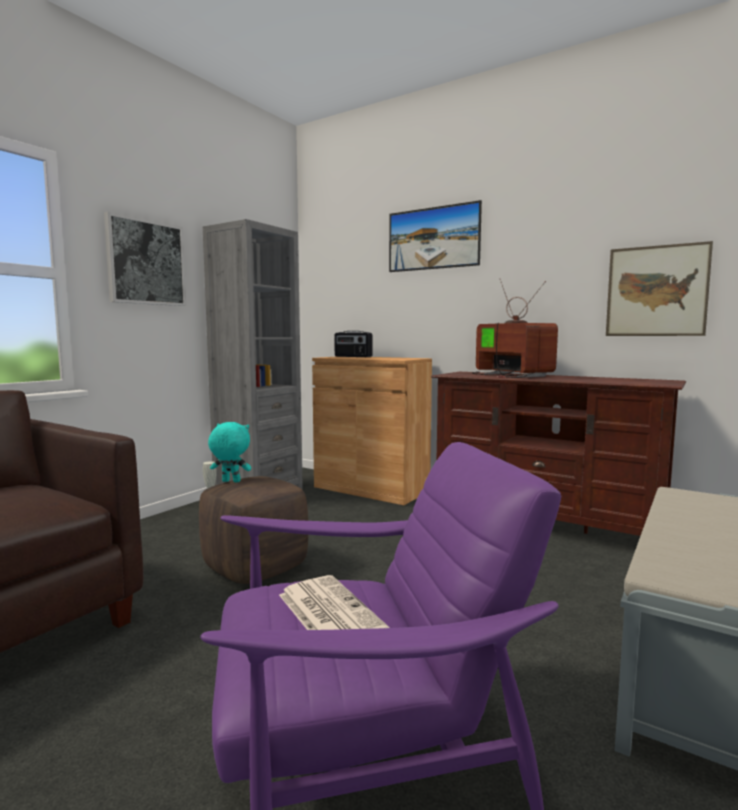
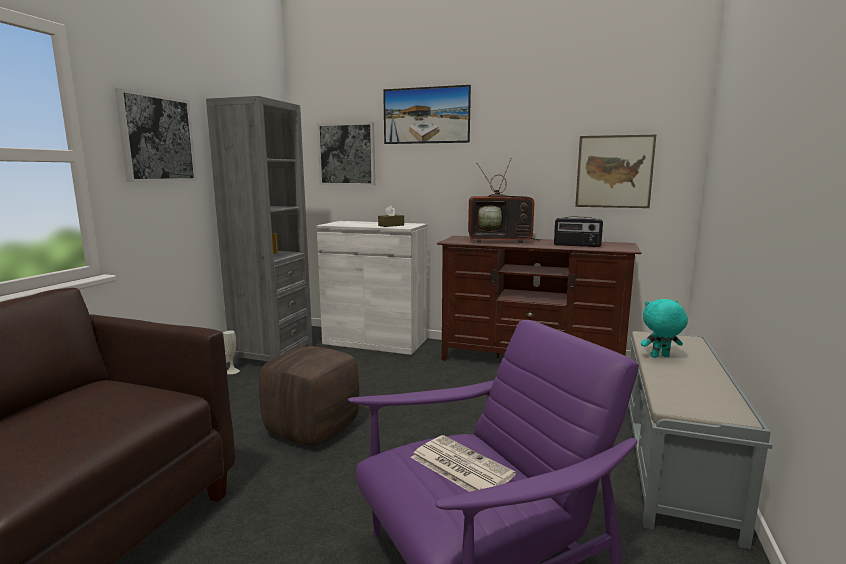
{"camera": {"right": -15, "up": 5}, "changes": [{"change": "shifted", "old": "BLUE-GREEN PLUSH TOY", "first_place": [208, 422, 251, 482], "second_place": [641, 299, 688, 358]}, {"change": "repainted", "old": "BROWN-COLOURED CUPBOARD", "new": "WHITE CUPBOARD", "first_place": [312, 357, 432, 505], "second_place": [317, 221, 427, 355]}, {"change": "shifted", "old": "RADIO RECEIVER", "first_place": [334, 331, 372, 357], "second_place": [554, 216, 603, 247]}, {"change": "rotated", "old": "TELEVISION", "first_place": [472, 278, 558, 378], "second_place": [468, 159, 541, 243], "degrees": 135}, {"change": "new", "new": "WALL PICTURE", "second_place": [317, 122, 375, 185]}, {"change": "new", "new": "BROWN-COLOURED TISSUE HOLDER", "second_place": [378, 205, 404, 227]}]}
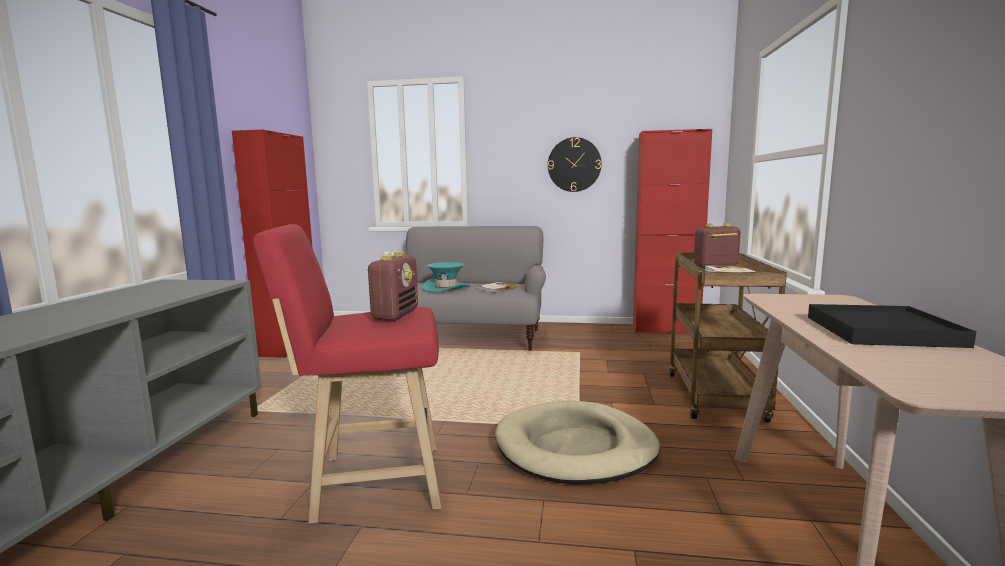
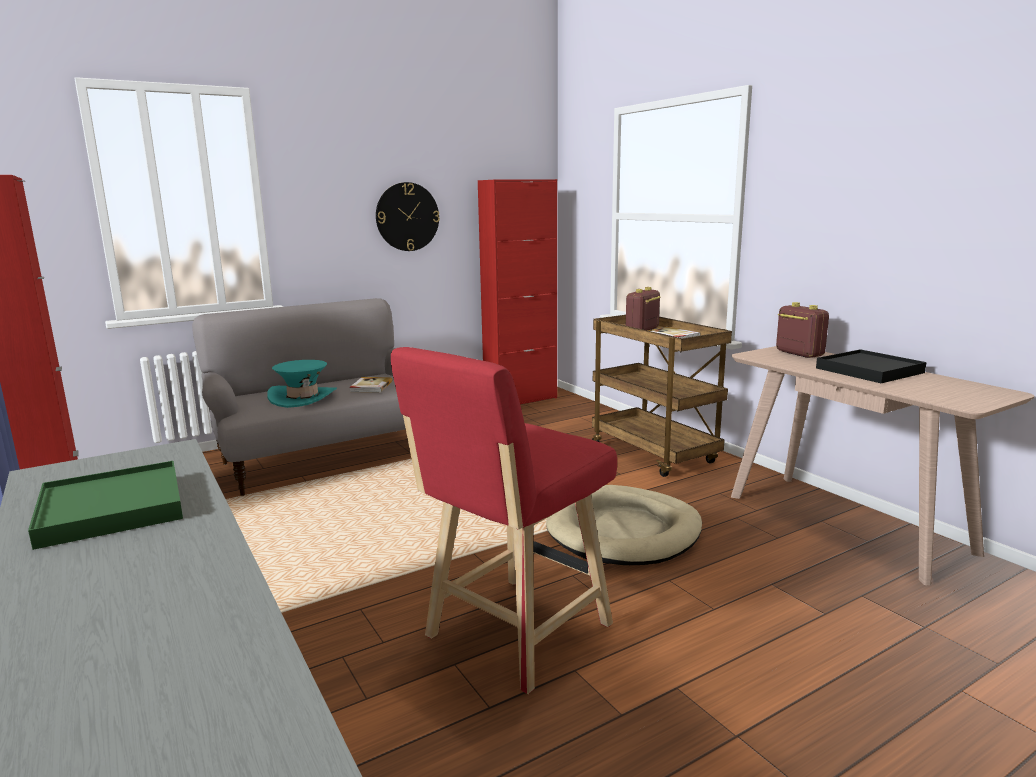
{"camera": {"right": -40, "up": 5}, "changes": [{"change": "shifted", "old": "RADIO RECEIVER", "first_place": [367, 251, 418, 321], "second_place": [776, 302, 829, 358]}, {"change": "new", "new": "GREEN-COLOURED TRAY", "second_place": [28, 461, 183, 550]}]}
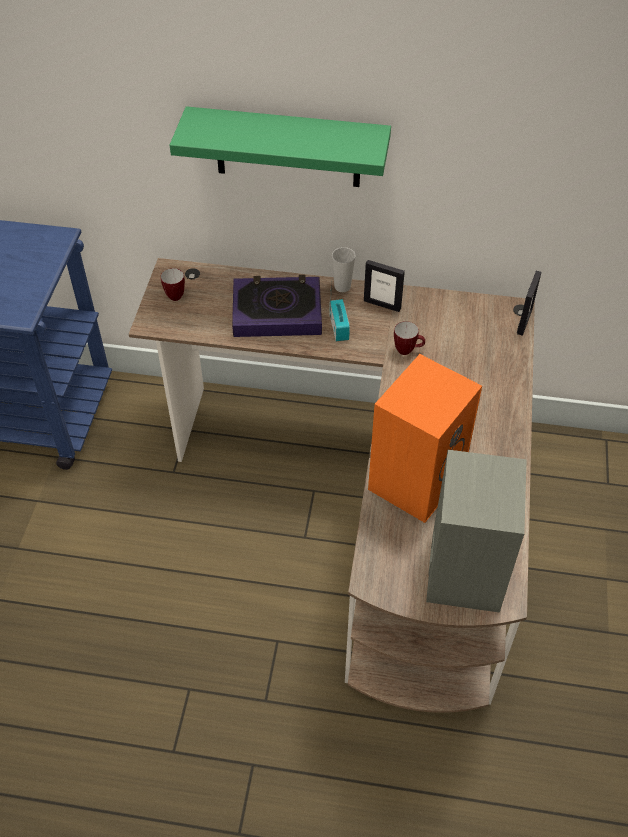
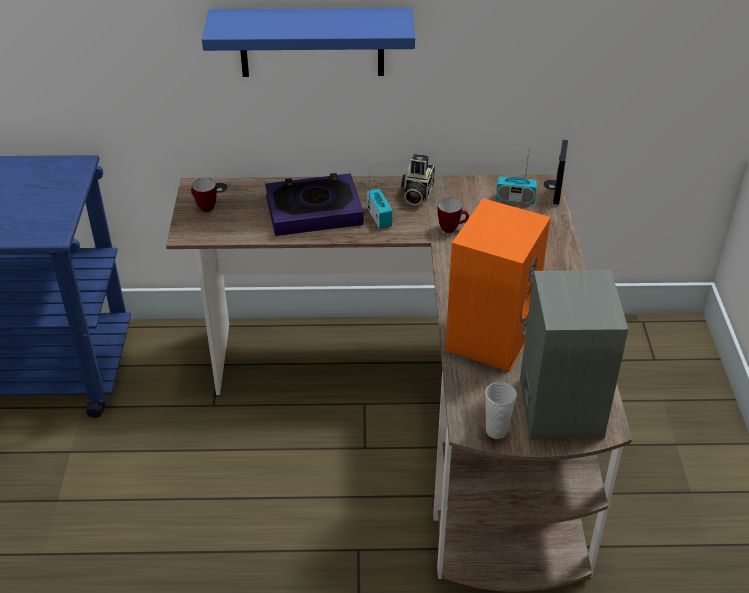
{"camera": {"right": -10, "up": -10}, "changes": [{"change": "repainted", "old": "GREEN-COLOURED WALL SHELF", "new": "BLUISH WALL SHELF", "first_place": [170, 106, 391, 187], "second_place": [202, 8, 415, 77]}, {"change": "shifted", "old": "CUP", "first_place": [332, 247, 356, 292], "second_place": [485, 382, 517, 439]}, {"change": "swapped", "old": "STANDING FRAME", "new": "PHOTO CAMERA", "first_place": [364, 260, 405, 312], "second_place": [401, 154, 435, 205]}, {"change": "new", "new": "RADIO RECEIVER", "second_place": [496, 152, 537, 204]}]}
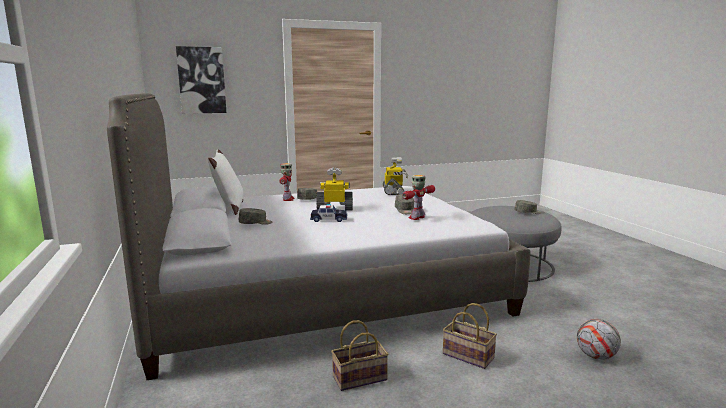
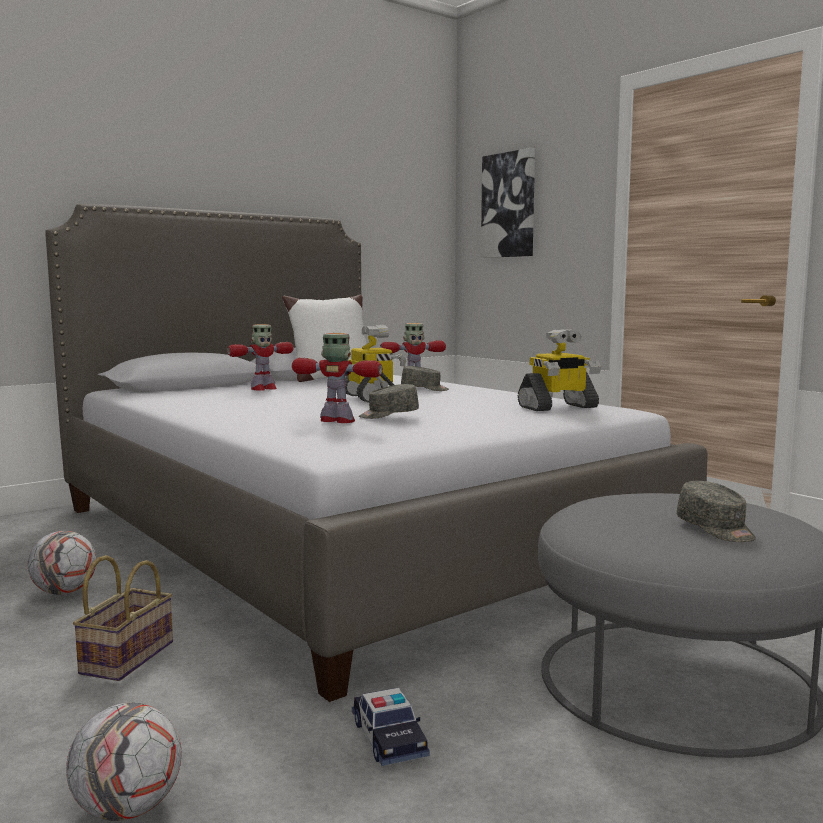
{"camera": {"right": 70, "up": -5}, "changes": [{"change": "swapped", "old": "GREYISH CAP", "new": "TOY ROBOT", "first_place": [239, 208, 273, 225], "second_place": [227, 324, 293, 391]}, {"change": "shifted", "old": "MINIATURE CAR", "first_place": [310, 204, 347, 222], "second_place": [352, 688, 430, 766]}, {"change": "swapped", "old": "HOUSEHOLD BASKET", "new": "FOOTBALL", "first_place": [331, 320, 389, 391], "second_place": [28, 531, 96, 595]}]}
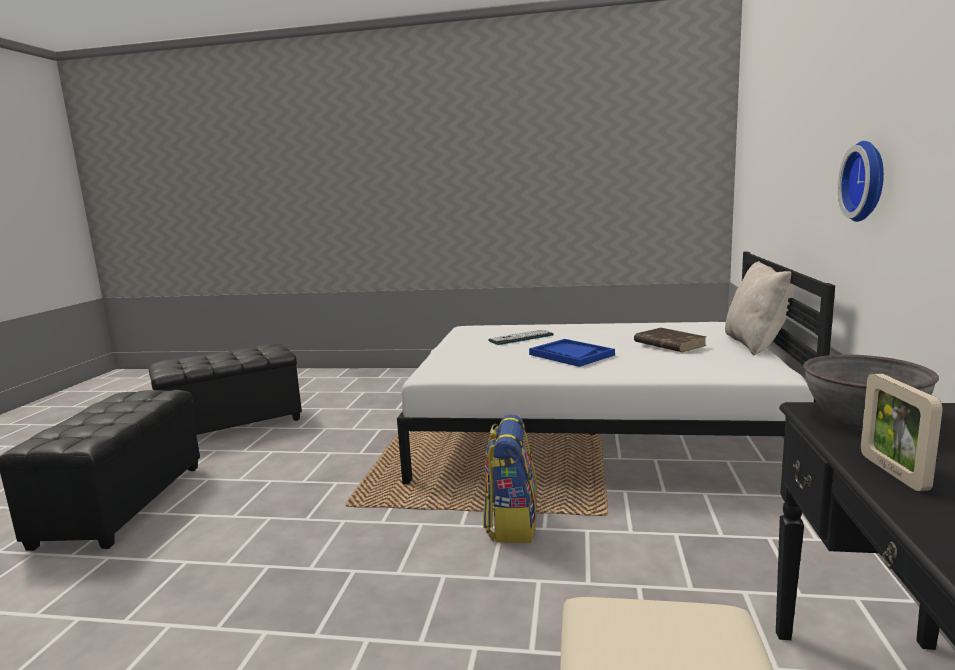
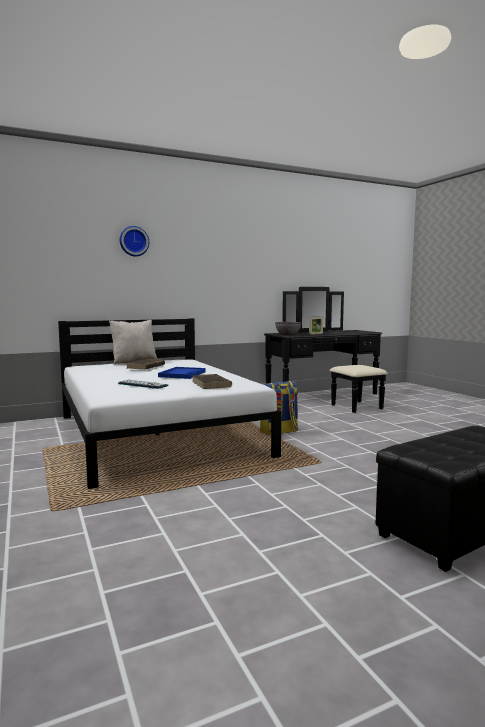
{"camera": {"right": -125, "up": -5}, "changes": [{"change": "gone", "old": "BLACK-COLOURED POUFFE", "first_place": [149, 343, 302, 435]}, {"change": "shifted", "old": "CLOCK ON THE WALL", "first_place": [838, 141, 884, 222], "second_place": [120, 226, 149, 256]}, {"change": "new", "new": "BROWN-COLOURED BOOK", "second_place": [192, 374, 232, 389]}]}
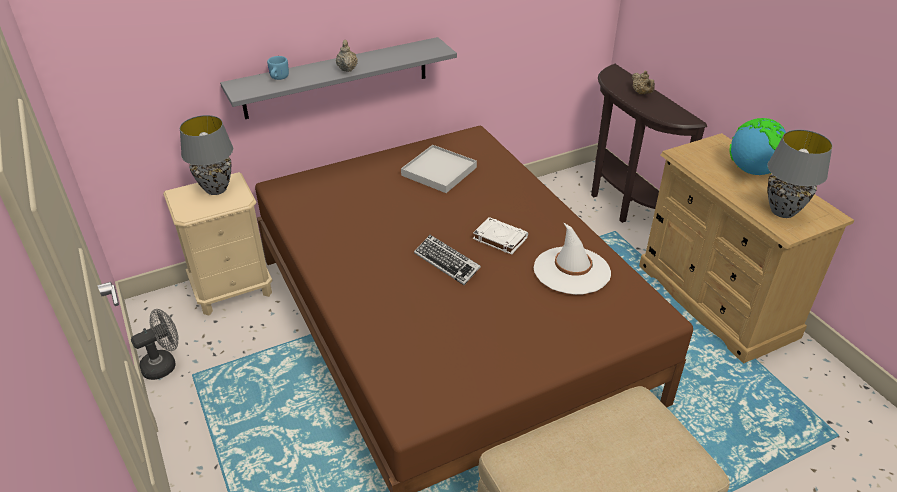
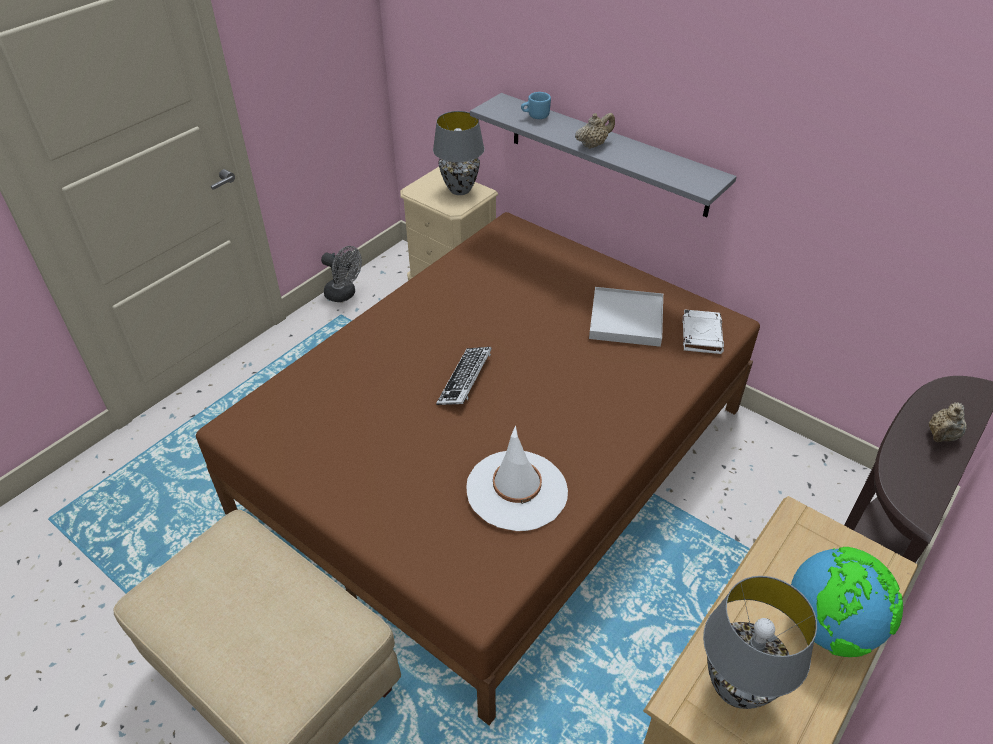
{"camera": {"right": 65, "up": 5}, "changes": [{"change": "shifted", "old": "WHITE BOOK", "first_place": [473, 217, 528, 255], "second_place": [682, 309, 724, 354]}]}
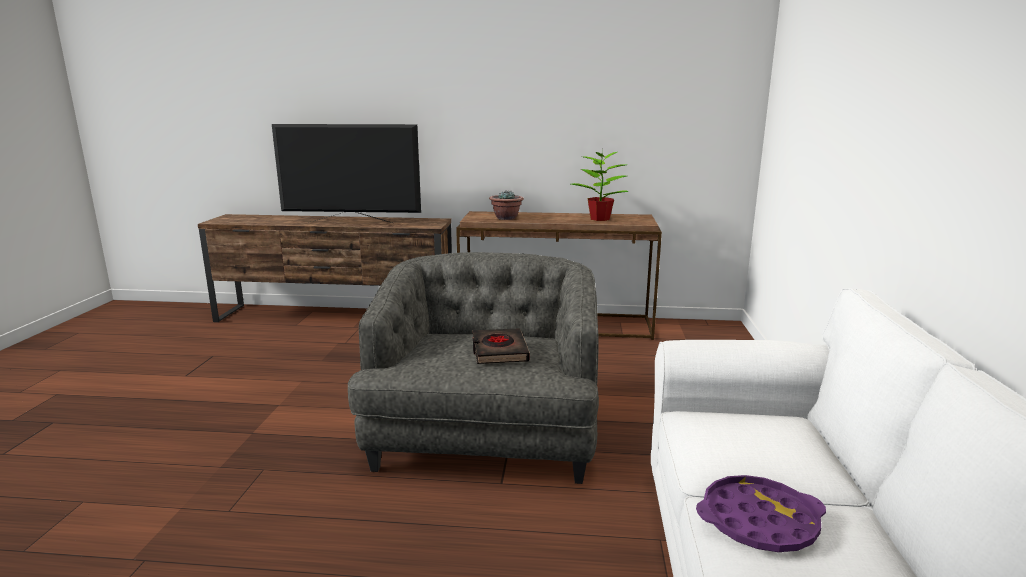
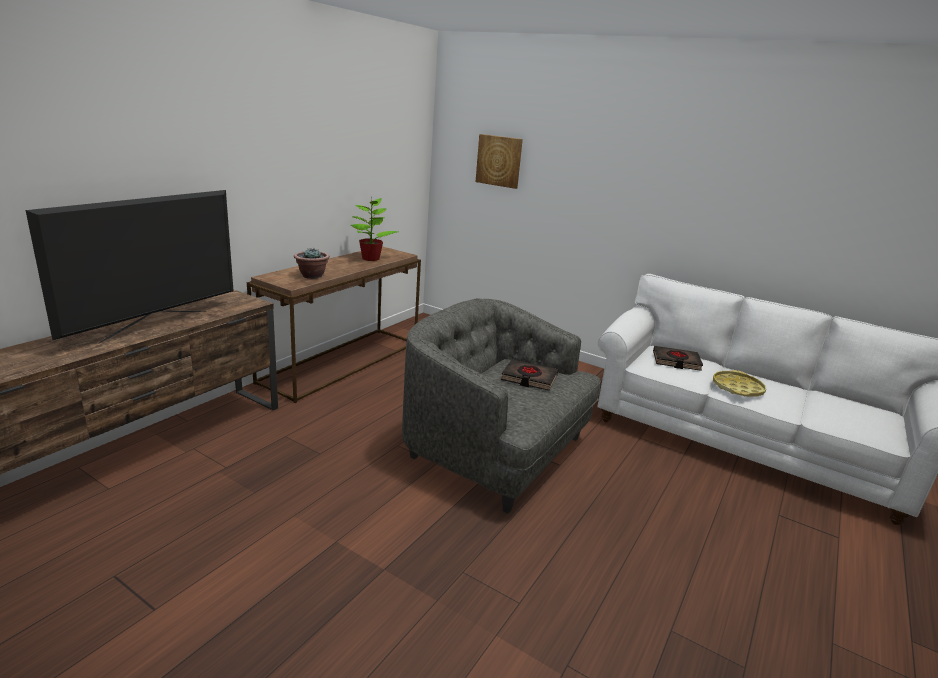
{"camera": {"right": -65, "up": 5}, "changes": [{"change": "repainted", "old": "PURPLE-COLOURED TRAY", "new": "YELLOWISH TRAY", "first_place": [696, 475, 826, 552], "second_place": [713, 370, 766, 397]}, {"change": "new", "new": "WALL PICTURE", "second_place": [476, 134, 523, 189]}, {"change": "new", "new": "BLACK-COLOURED BOOK", "second_place": [653, 346, 703, 371]}]}
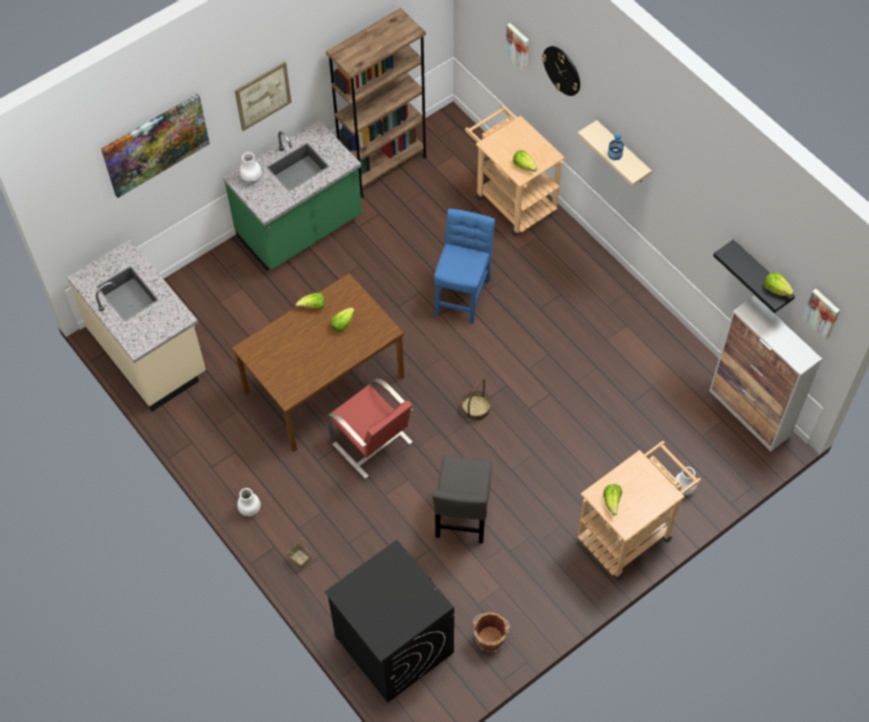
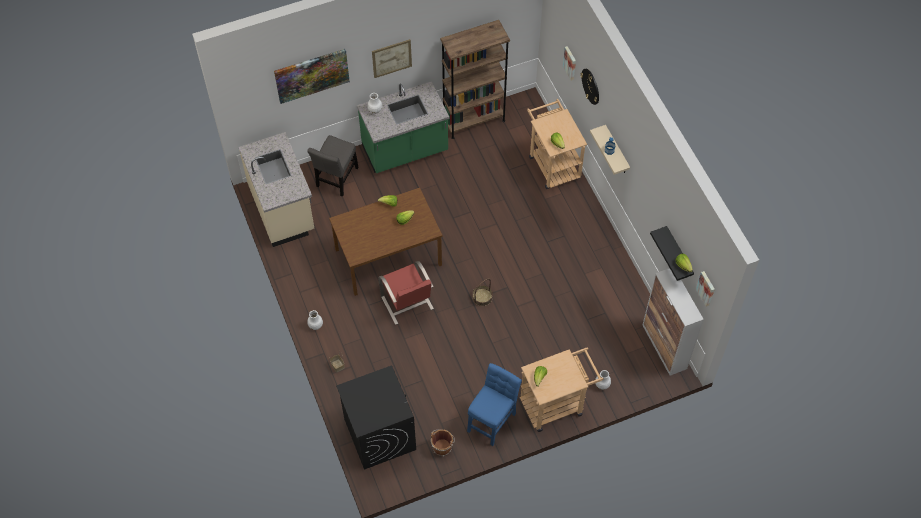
{"camera": {"right": 15, "up": 0}, "changes": [{"change": "shifted", "old": "GREYISH UPRIGHT CHAIR", "first_place": [432, 455, 491, 544], "second_place": [307, 135, 359, 197]}, {"change": "shifted", "old": "BLUISH UPRIGHT CHAIR", "first_place": [434, 209, 495, 324], "second_place": [467, 363, 522, 446]}]}
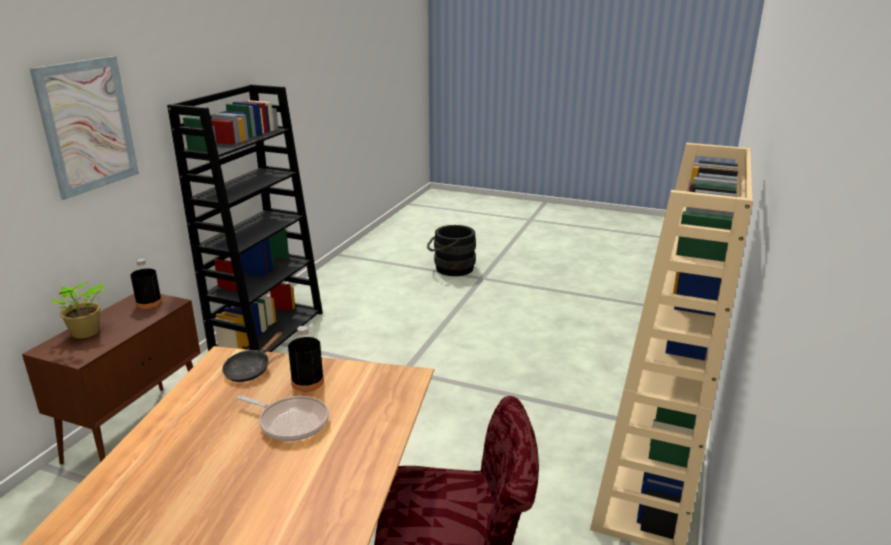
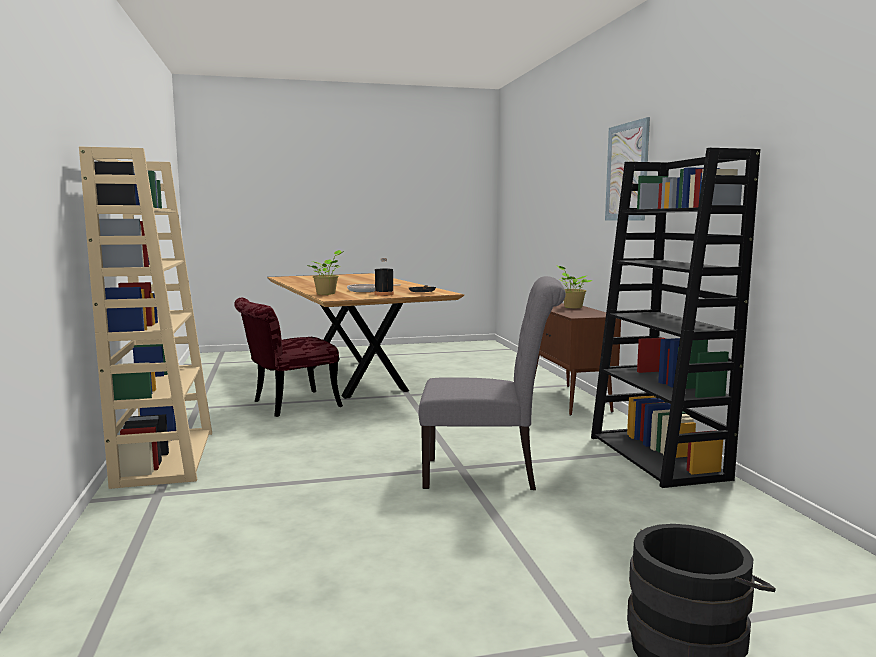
{"camera": {"right": 145, "up": -15}, "changes": [{"change": "gone", "old": "BLACK-COLOURED BOTTLE", "first_place": [130, 259, 162, 309]}, {"change": "new", "new": "POTTED PLANT", "second_place": [306, 250, 344, 295]}, {"change": "new", "new": "GREYISH UPRIGHT CHAIR", "second_place": [419, 276, 566, 490]}]}
